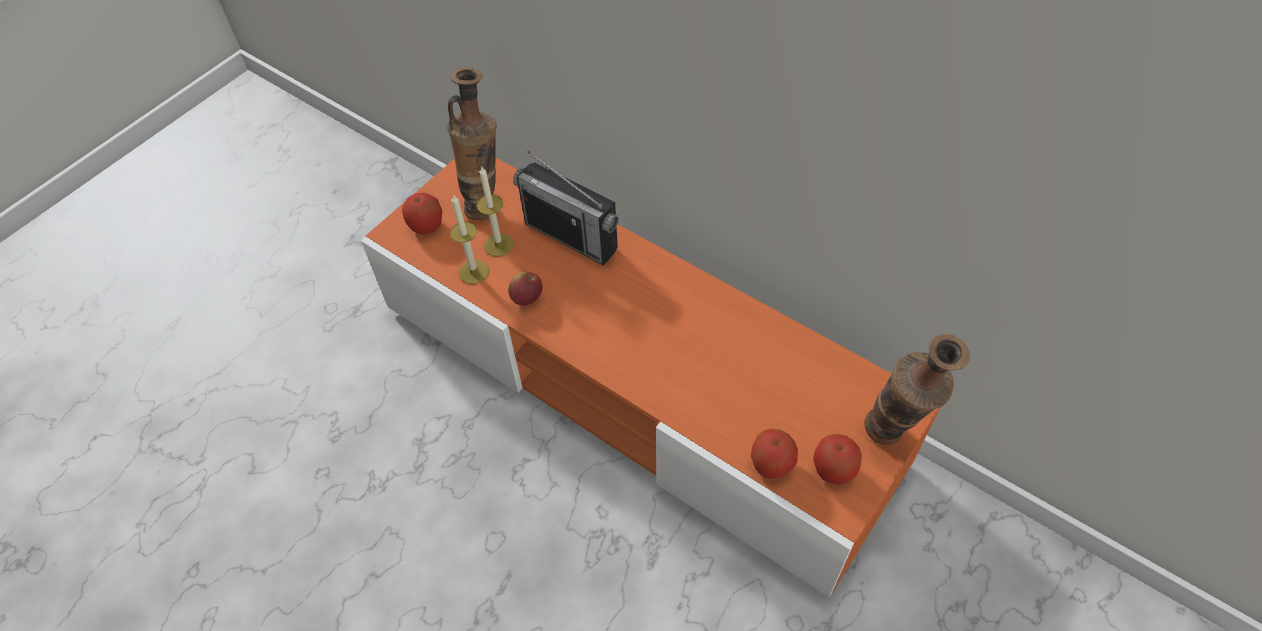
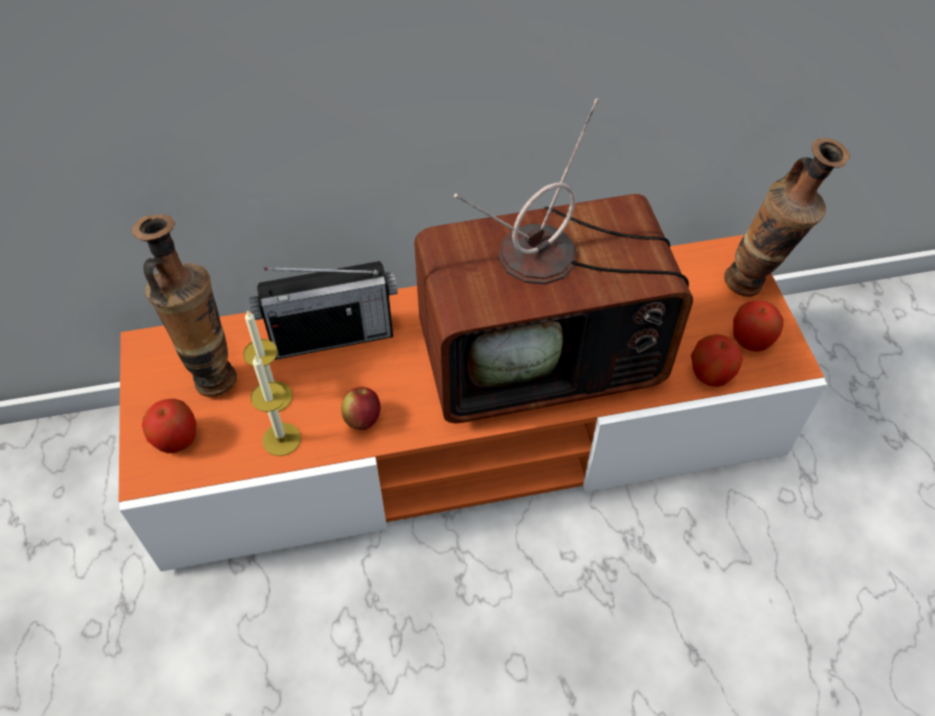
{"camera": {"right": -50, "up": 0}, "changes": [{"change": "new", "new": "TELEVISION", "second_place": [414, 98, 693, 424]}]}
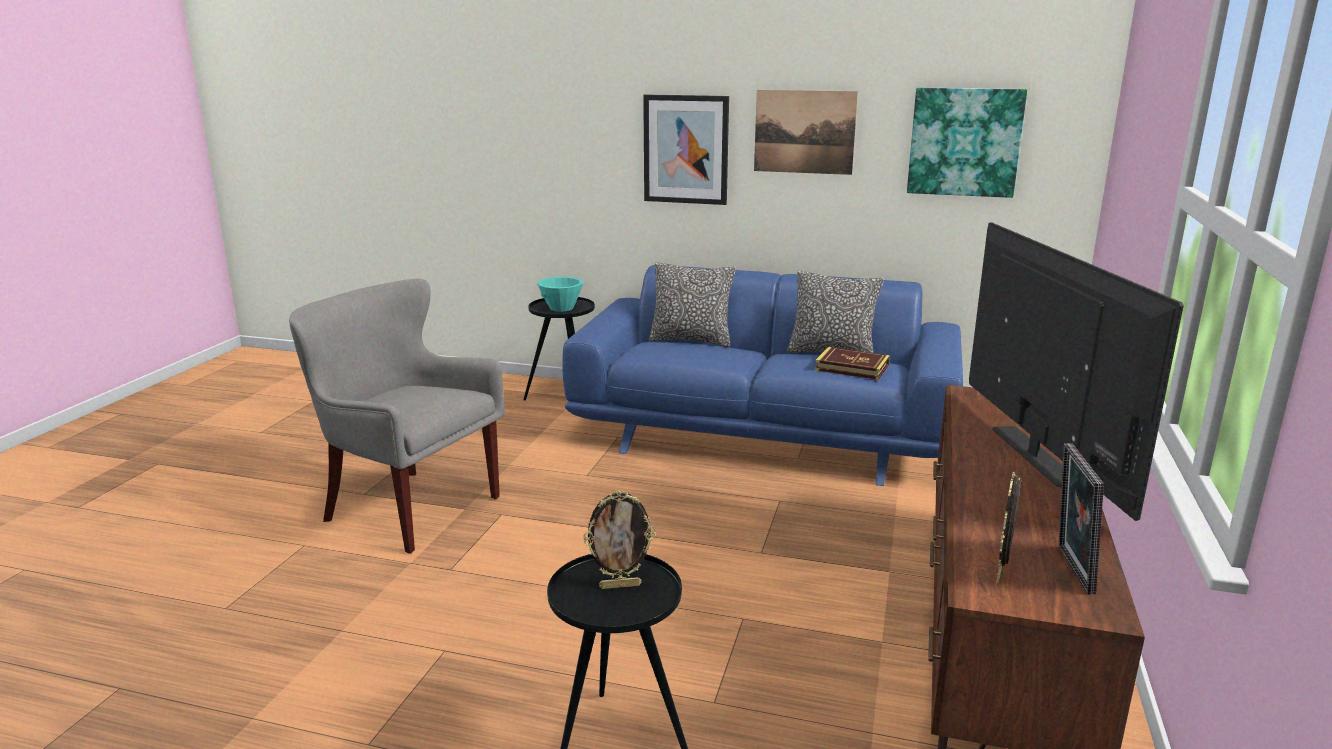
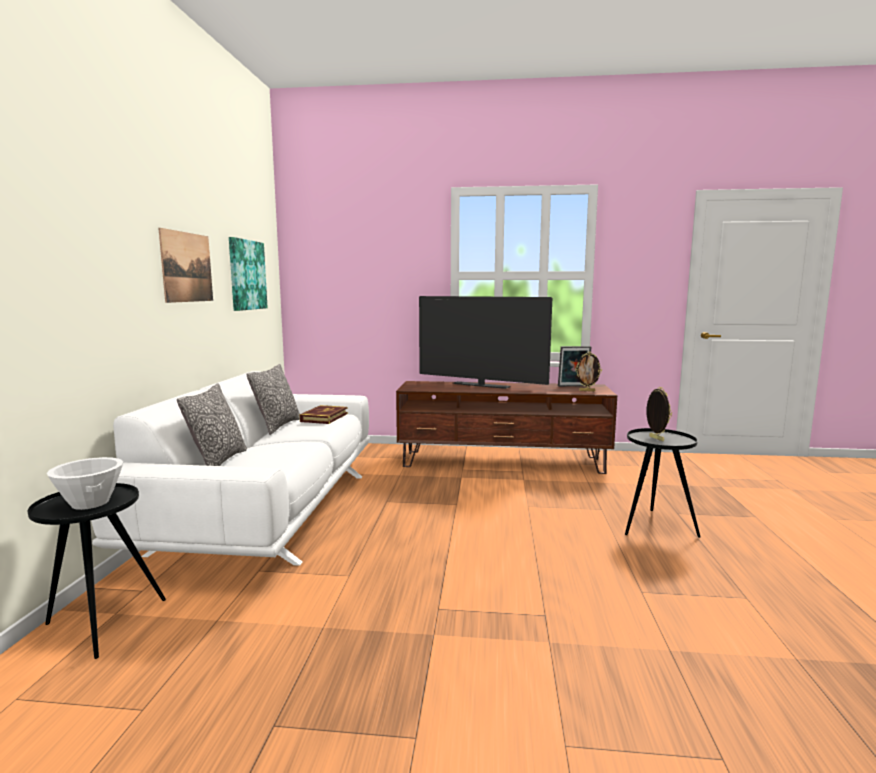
{"camera": {"right": -100, "up": -10}, "changes": [{"change": "gone", "old": "GREYISH ARMCHAIR", "first_place": [289, 279, 505, 554]}, {"change": "repainted", "old": "BLUE-GREEN BOWL", "new": "WHITE BOWL", "first_place": [538, 277, 583, 312], "second_place": [47, 457, 123, 510]}, {"change": "repainted", "old": "BLUISH SOFA", "new": "WHITE SOFA", "first_place": [562, 265, 963, 486], "second_place": [91, 371, 370, 566]}, {"change": "gone", "old": "WALL PICTURE", "first_place": [643, 94, 729, 205]}, {"change": "rotated", "old": "TELEVISION", "first_place": [969, 222, 1184, 521], "second_place": [419, 296, 552, 389], "degrees": -135}]}
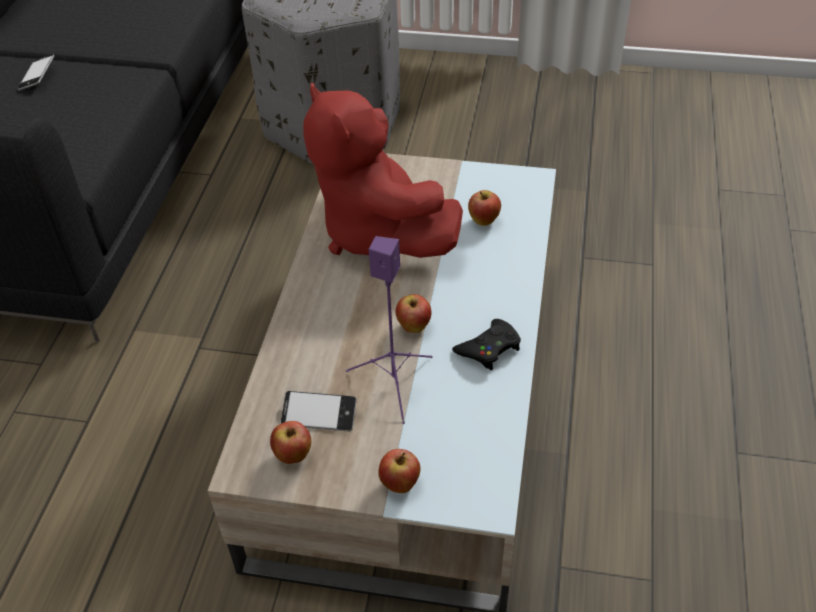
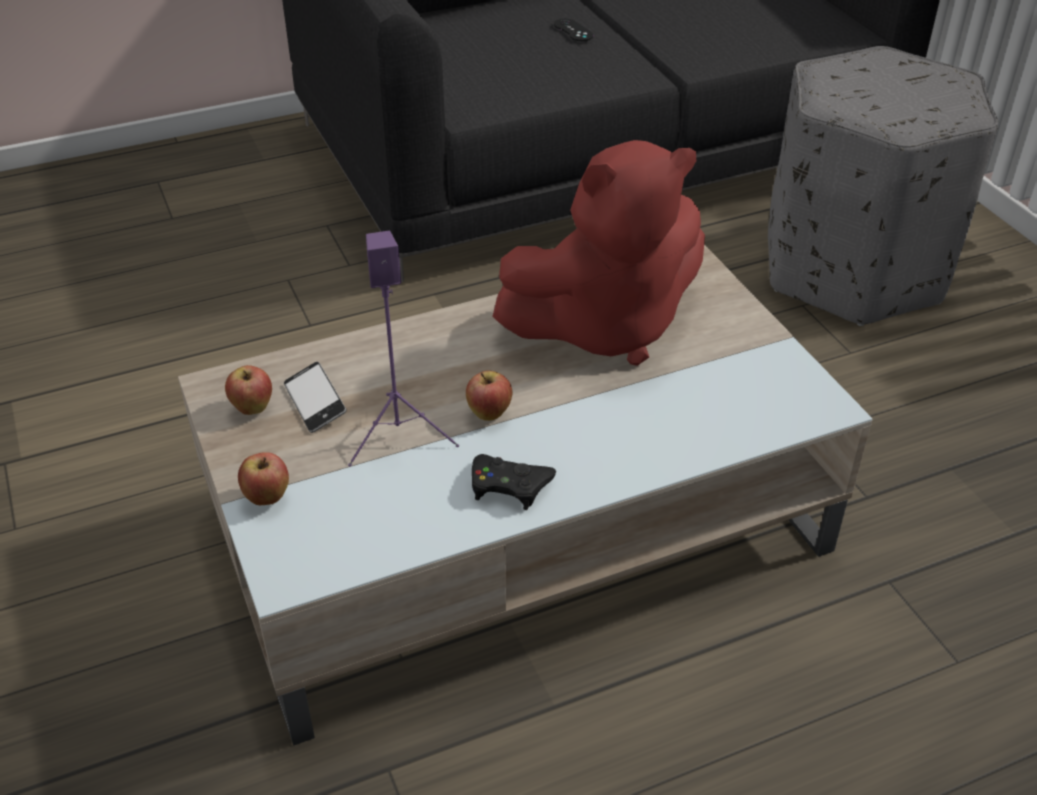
{"camera": {"right": 55, "up": -5}, "changes": [{"change": "swapped", "old": "HANDSET", "new": "BLACK-COLOURED GAME CONTROLLER", "first_place": [17, 54, 54, 91], "second_place": [554, 19, 593, 41]}, {"change": "rotated", "old": "REDDISH PLUSH TOY", "first_place": [303, 82, 463, 258], "second_place": [492, 140, 705, 366], "degrees": -135}, {"change": "gone", "old": "APPLE FRUIT", "first_place": [468, 190, 501, 226]}]}
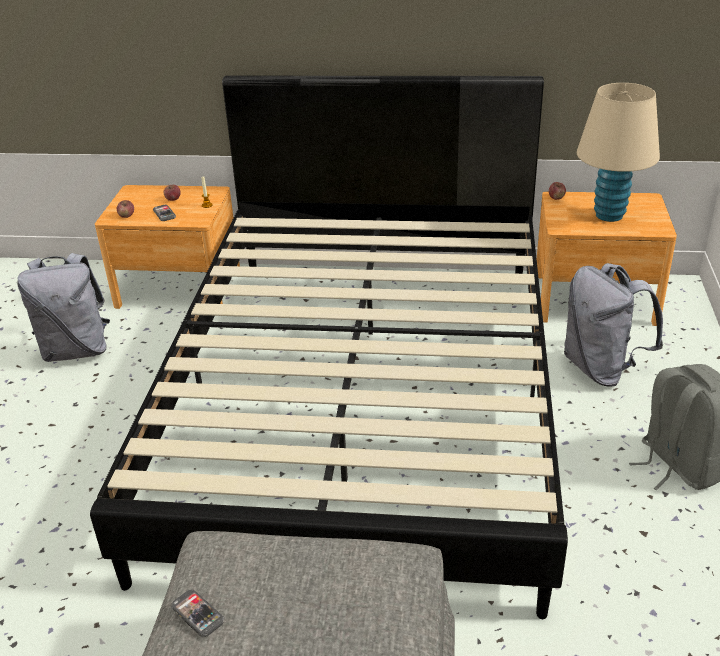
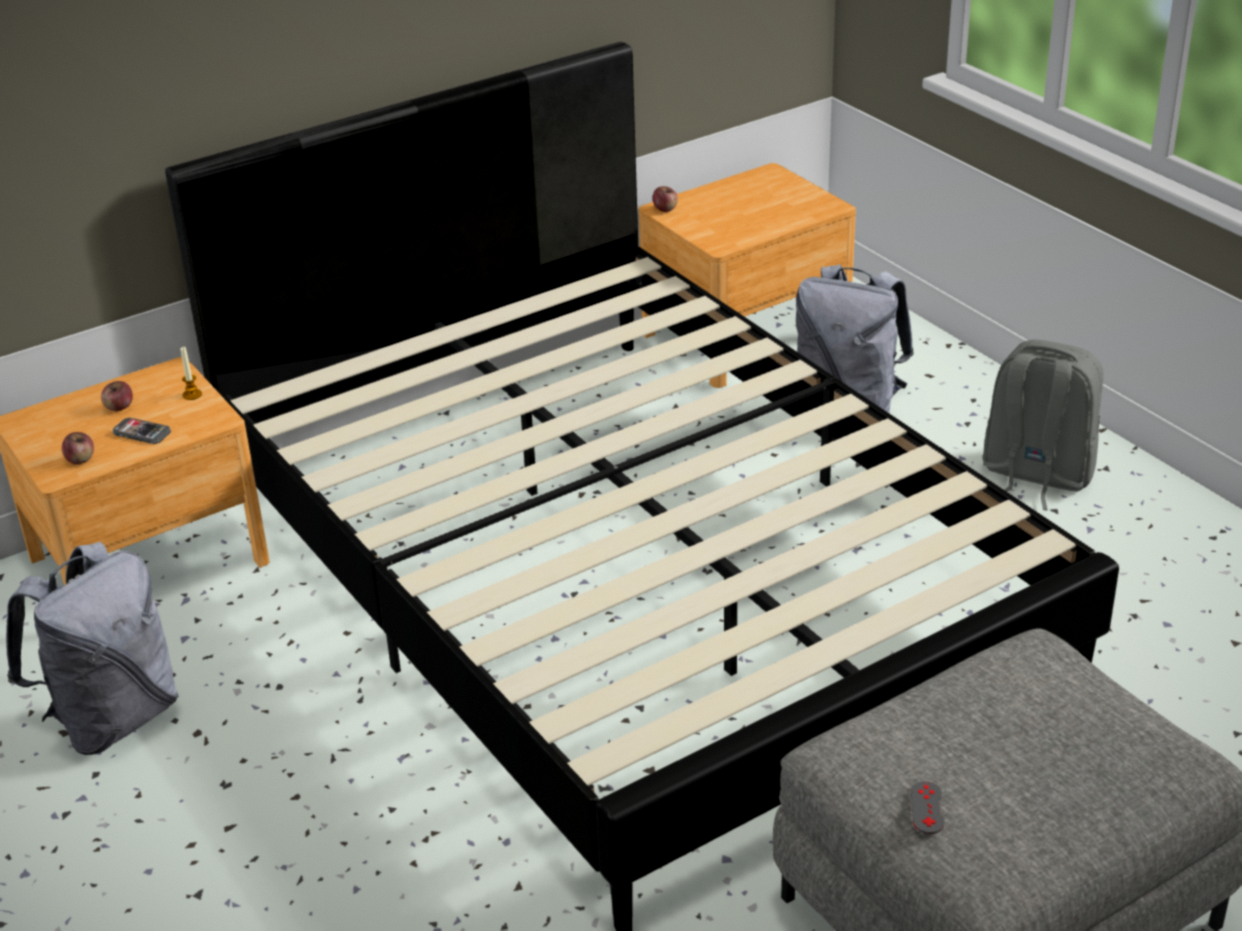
{"camera": {"right": -40, "up": 0}, "changes": [{"change": "swapped", "old": "HANDSET", "new": "GREYISH GAME CONTROLLER", "first_place": [171, 590, 224, 637], "second_place": [911, 781, 945, 834]}, {"change": "gone", "old": "BEIGE-COLOURED TABLE LAMP", "first_place": [577, 83, 660, 222]}]}
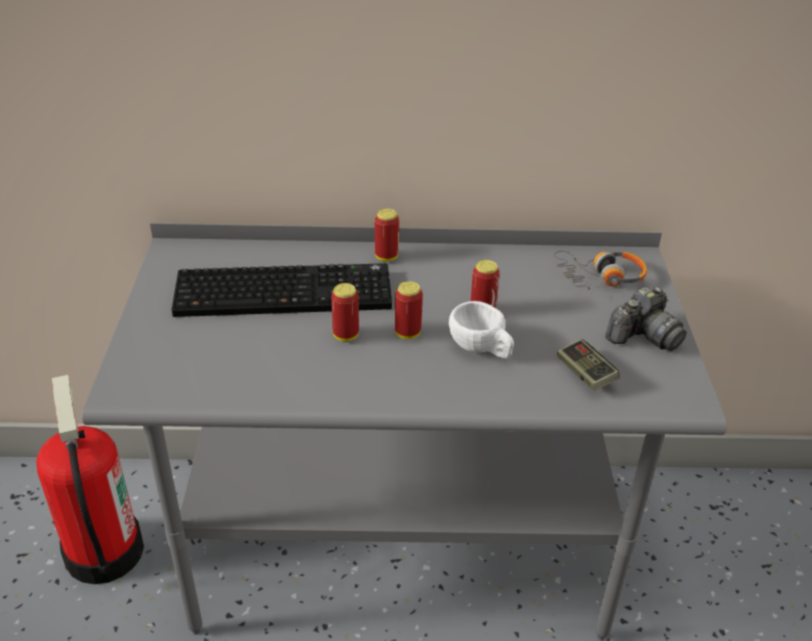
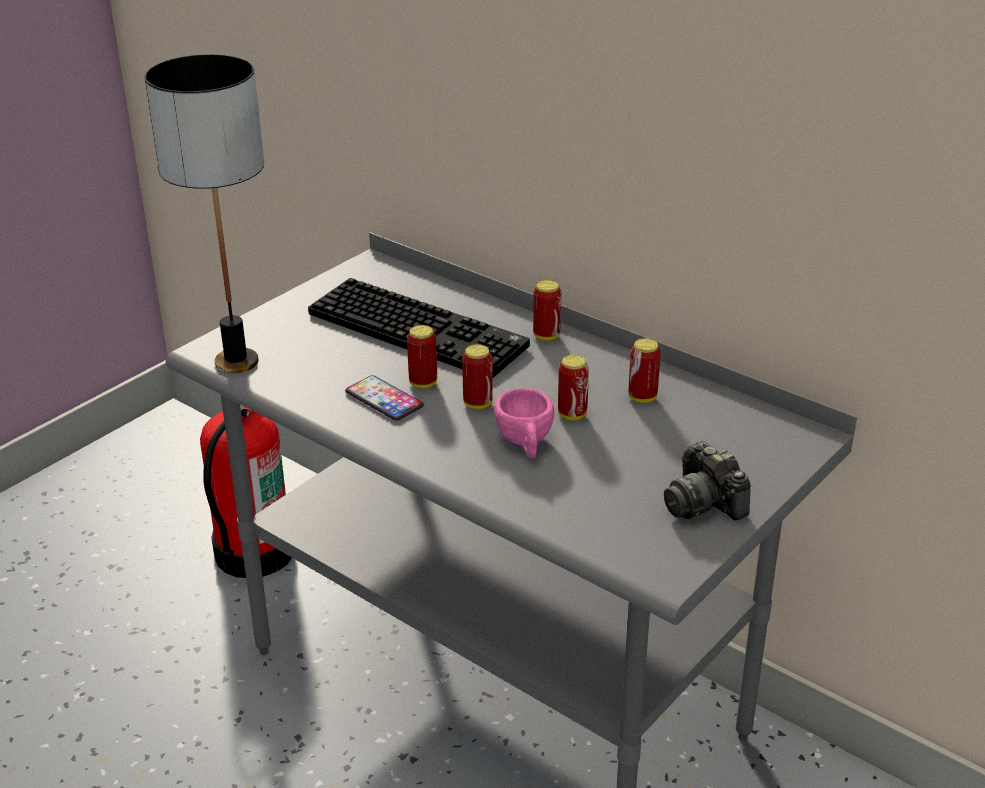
{"camera": {"right": 40, "up": -5}, "changes": [{"change": "repainted", "old": "WHITE CUP", "new": "PINKISH CUP", "first_place": [449, 301, 514, 359], "second_place": [494, 388, 555, 458]}, {"change": "gone", "old": "HEADSET", "first_place": [554, 251, 647, 293]}, {"change": "gone", "old": "GAME CONTROLLER", "first_place": [557, 339, 620, 391]}, {"change": "rotated", "old": "PHOTO CAMERA", "first_place": [605, 287, 687, 351], "second_place": [664, 441, 751, 521], "degrees": 60}, {"change": "new", "new": "TABLE LAMP", "second_place": [144, 54, 264, 373]}, {"change": "new", "new": "HANDSET", "second_place": [345, 375, 424, 421]}, {"change": "new", "new": "CAN", "second_place": [628, 338, 661, 403]}]}
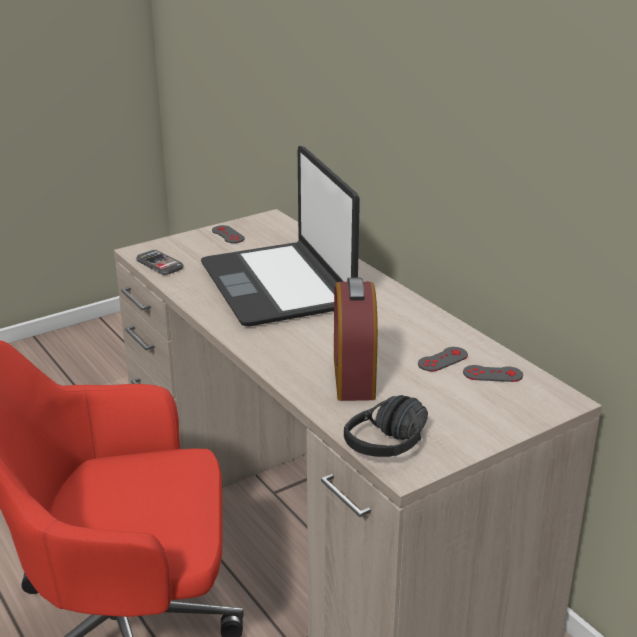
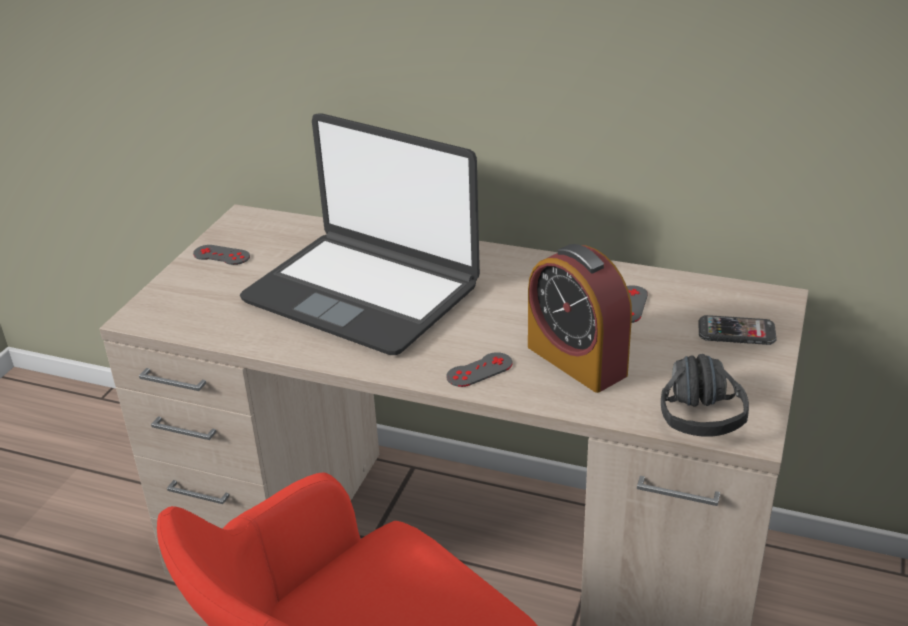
{"camera": {"right": -35, "up": 5}, "changes": [{"change": "shifted", "old": "HANDSET", "first_place": [136, 250, 184, 275], "second_place": [698, 315, 777, 345]}, {"change": "shifted", "old": "GREYISH GAME CONTROLLER", "first_place": [463, 365, 523, 382], "second_place": [446, 352, 513, 387]}]}
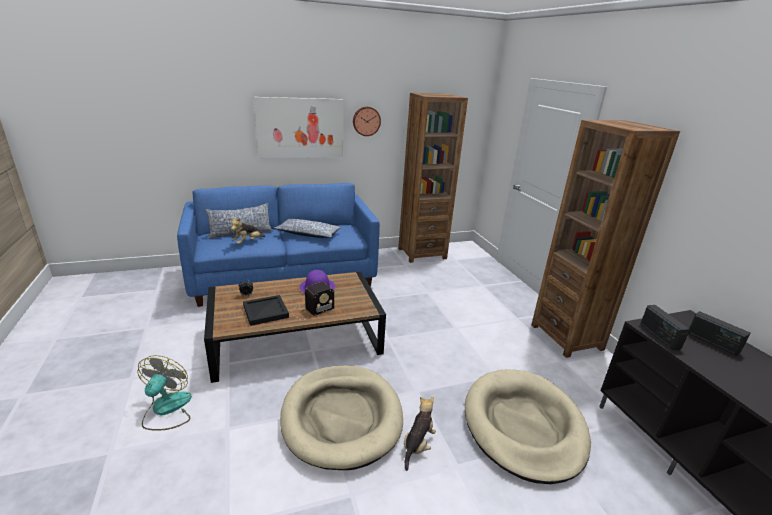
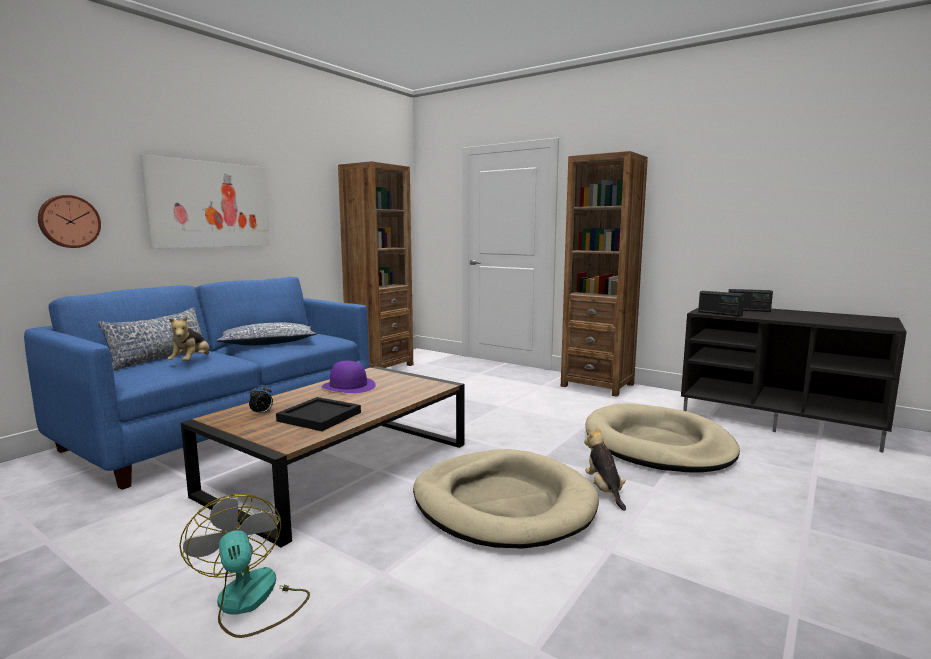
{"camera": {"right": -35, "up": -15}, "changes": [{"change": "gone", "old": "RADIO RECEIVER", "first_place": [291, 282, 334, 320]}, {"change": "shifted", "old": "CLOCK ON THE WALL", "first_place": [353, 107, 381, 136], "second_place": [38, 195, 101, 248]}]}
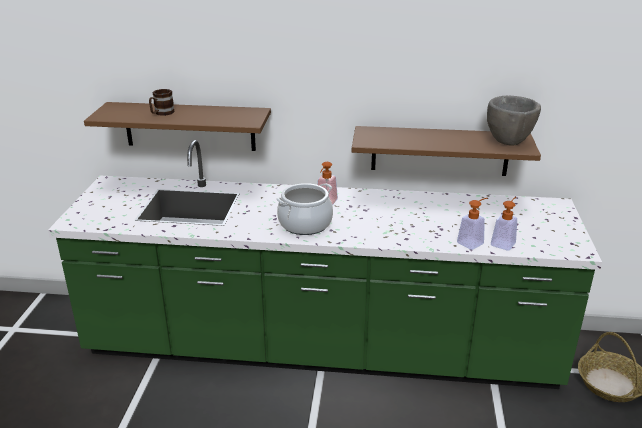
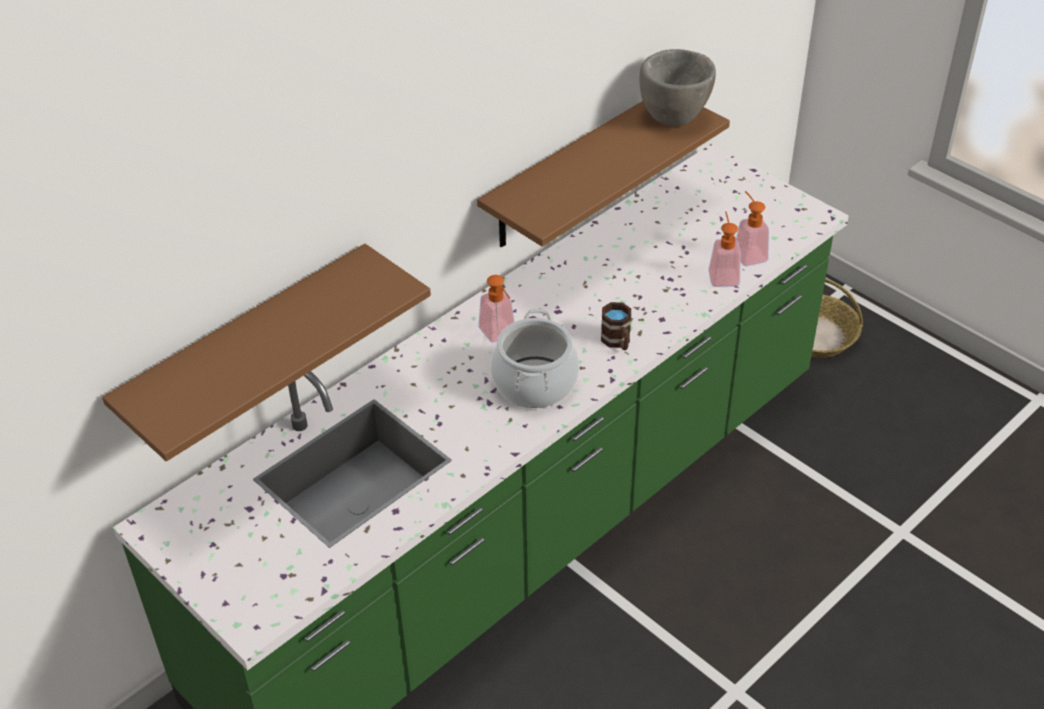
{"camera": {"right": -50, "up": 15}, "changes": [{"change": "shifted", "old": "BROWN-COLOURED TEA MUG", "first_place": [149, 89, 175, 116], "second_place": [601, 302, 631, 350]}]}
